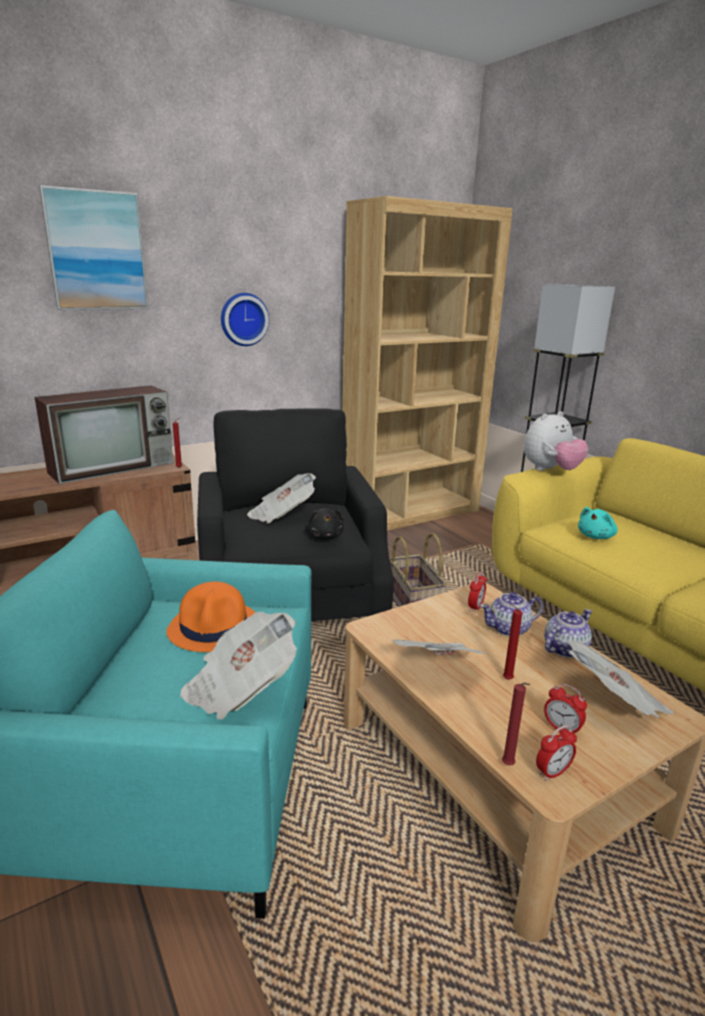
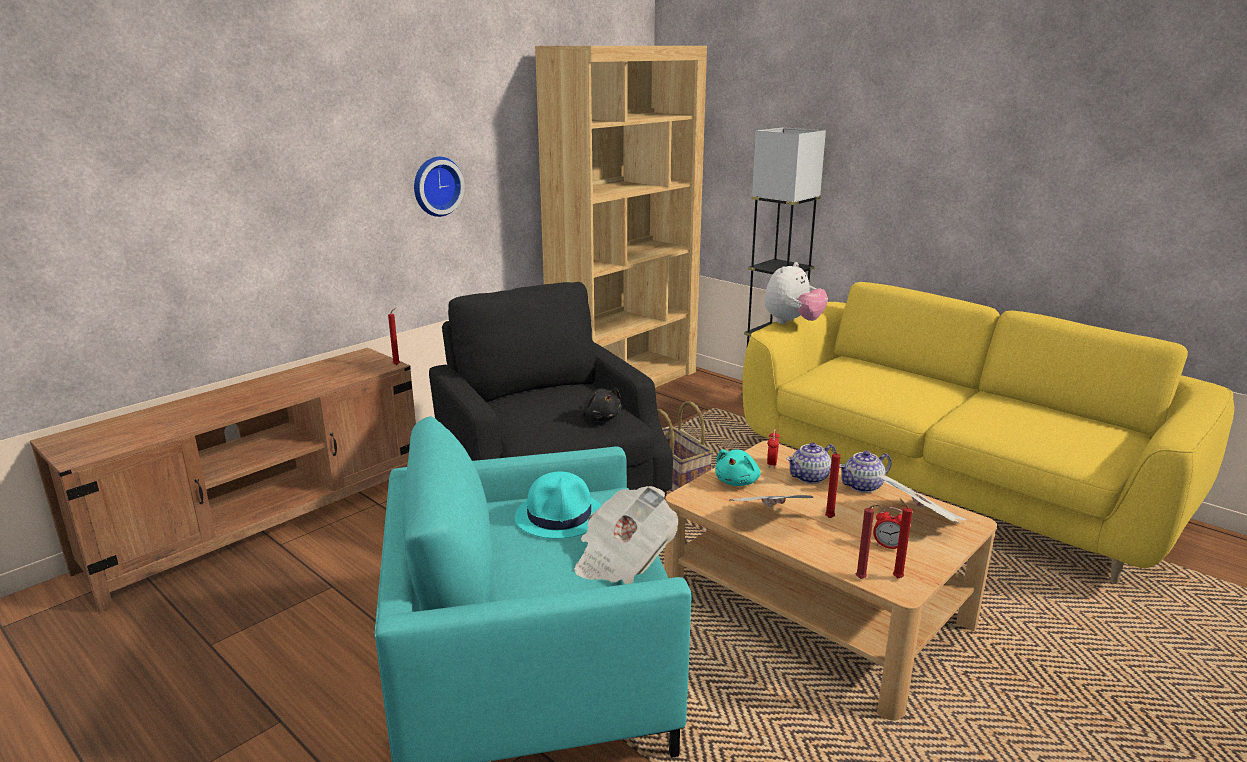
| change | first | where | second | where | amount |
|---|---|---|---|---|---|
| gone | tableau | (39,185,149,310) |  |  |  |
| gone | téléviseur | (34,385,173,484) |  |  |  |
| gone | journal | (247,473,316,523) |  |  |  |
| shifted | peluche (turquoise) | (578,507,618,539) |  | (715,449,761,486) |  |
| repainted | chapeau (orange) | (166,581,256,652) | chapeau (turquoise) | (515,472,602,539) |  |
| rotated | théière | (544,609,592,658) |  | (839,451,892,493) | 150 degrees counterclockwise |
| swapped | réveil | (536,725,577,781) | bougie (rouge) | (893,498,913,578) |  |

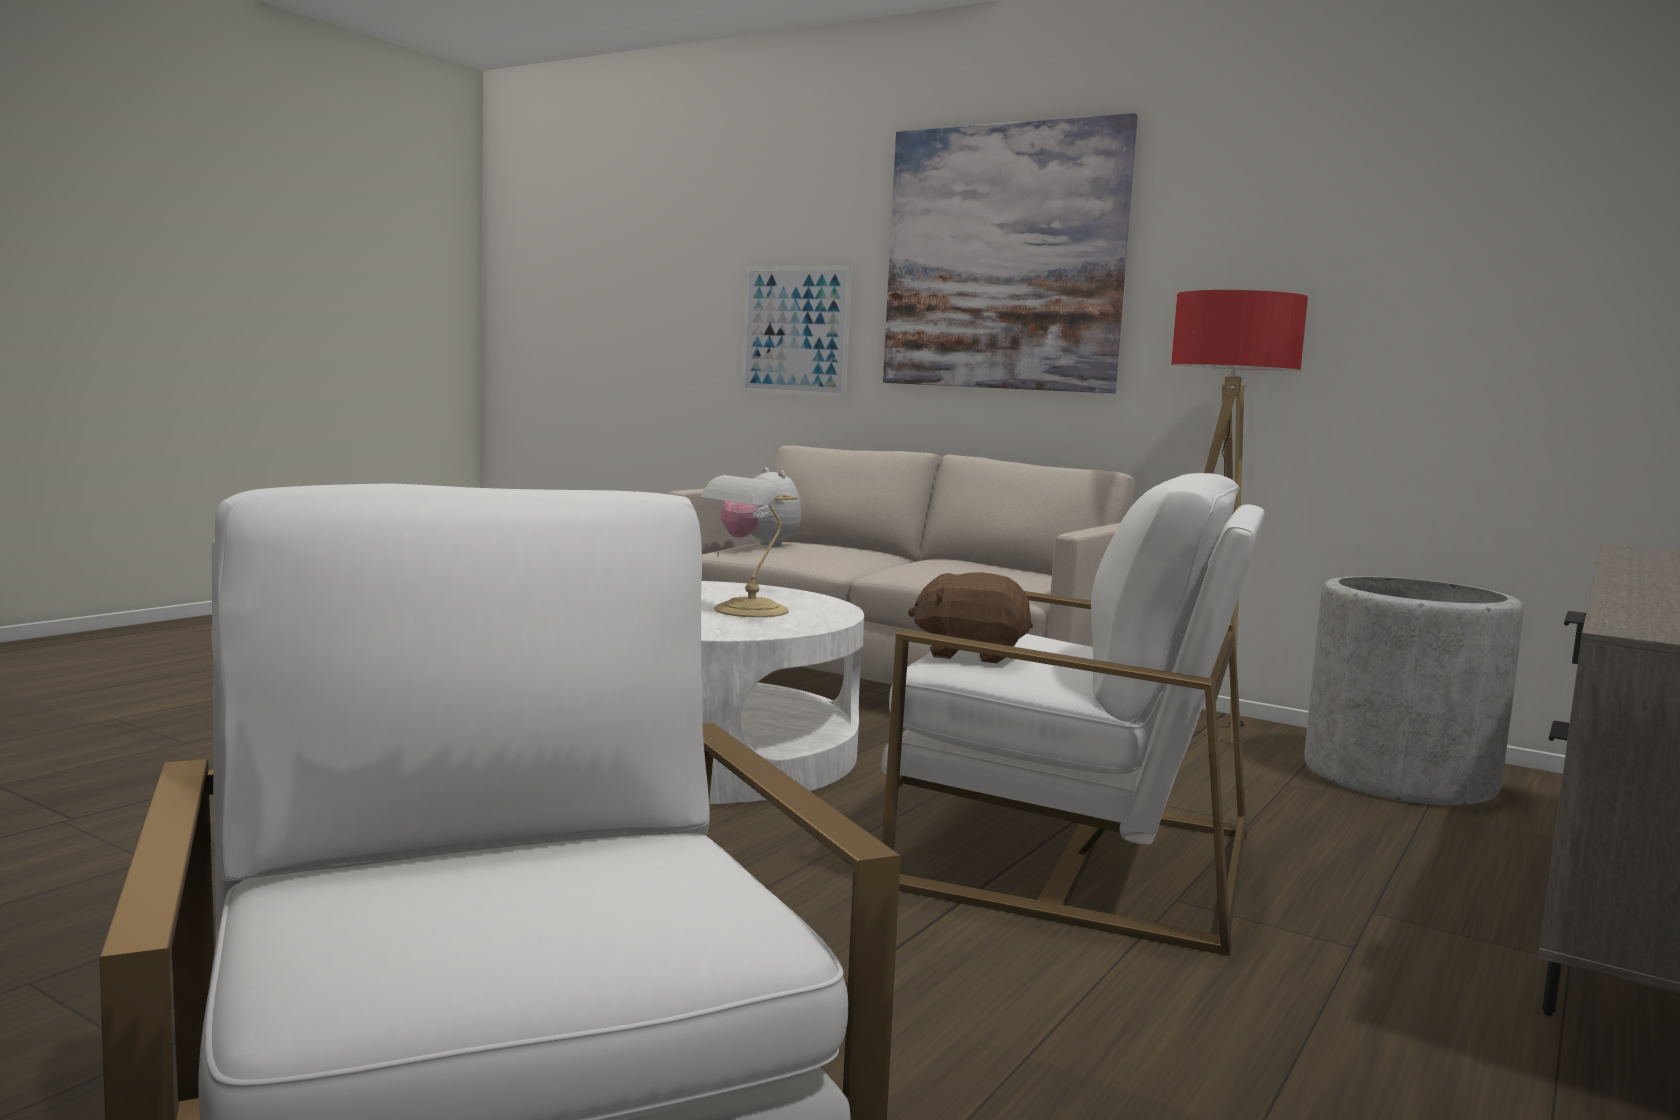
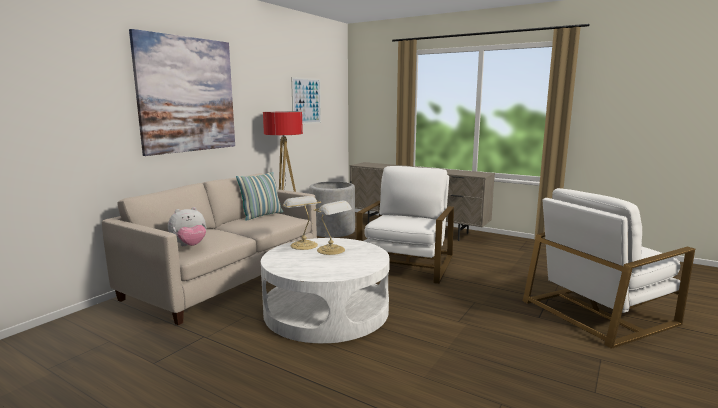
| change | first | where | second | where | amount |
|---|---|---|---|---|---|
| shifted | tableau | (741,266,852,398) |  | (291,77,321,124) |  |
| gone | peluche (marron) | (908,572,1033,664) |  |  |  |
| new |  |  | coussin | (236,172,283,221) |  |
| new |  |  | lampe de table | (283,196,321,250) |  |

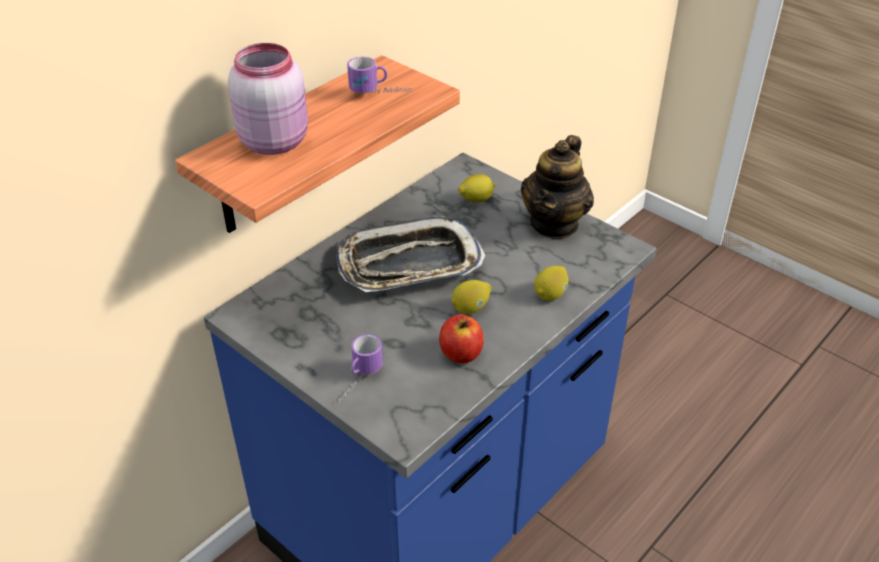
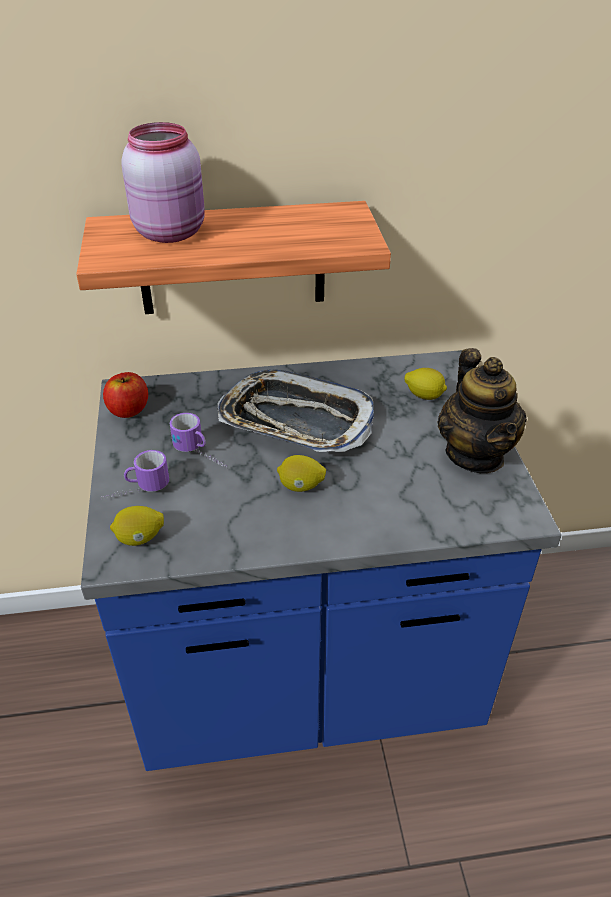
| change | first | where | second | where | amount |
|---|---|---|---|---|---|
| shifted | mug | (347,57,412,94) |  | (170,413,227,469) |  |
| rotated | théière | (521,135,594,239) |  | (438,348,527,473) | 75 degrees counterclockwise |
| shifted | citron | (534,266,568,301) |  | (110,506,164,546) |  |
| shifted | pomme | (439,314,484,363) |  | (103,372,148,418) |  |

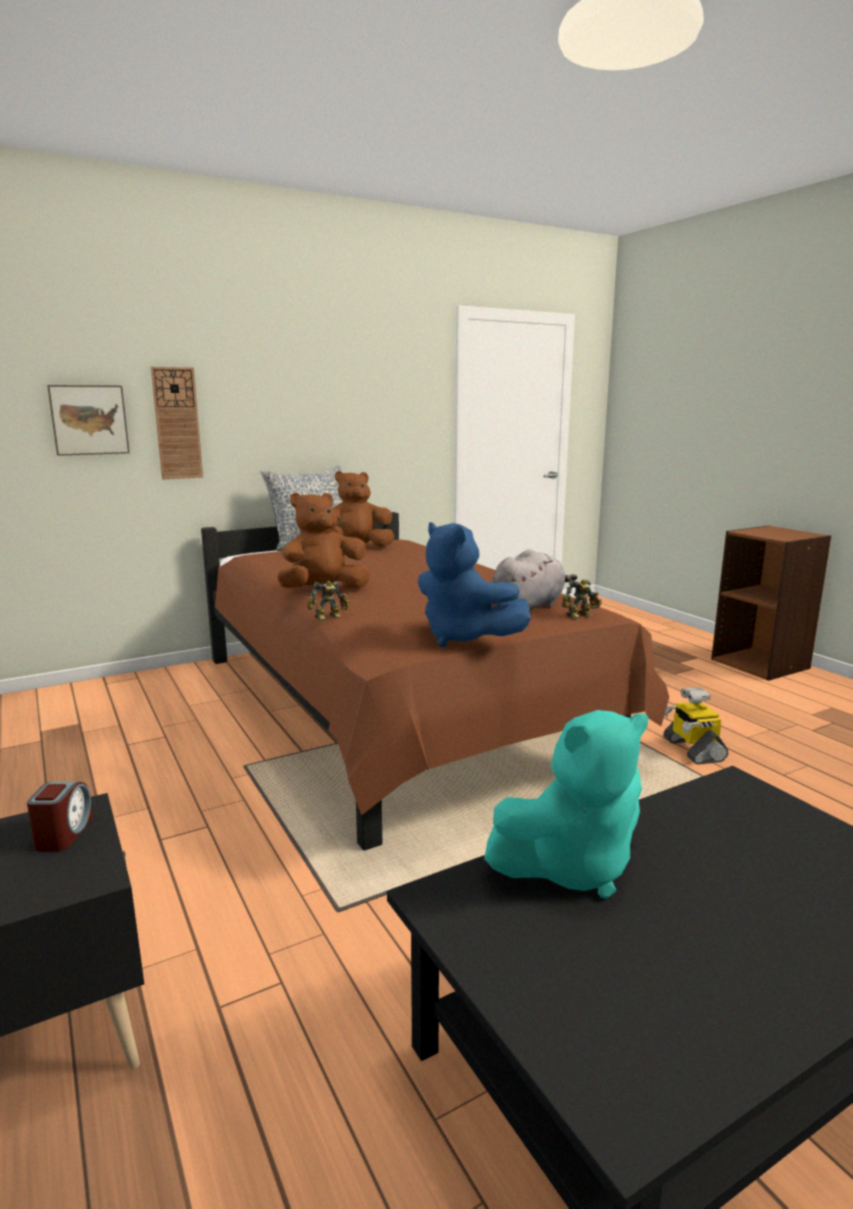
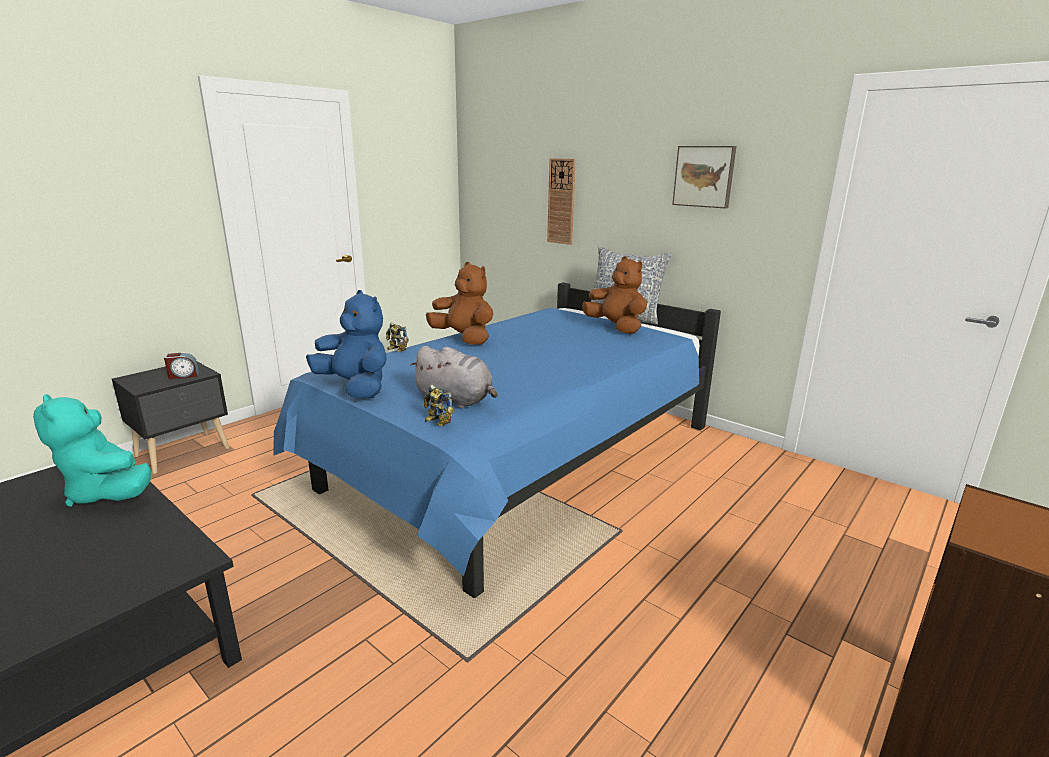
| change | first | where | second | where | amount |
|---|---|---|---|---|---|
| shifted | tableau | (47,385,130,456) |  | (672,146,736,208) |  |
| repainted | lit (marron) | (201,512,669,850) | lit (bleu) | (273,283,721,598) |  |
| rotated | peluche (bleu) | (418,522,531,647) |  | (306,290,387,398) | 105 degrees clockwise |
| gone | robot jouet | (663,688,728,765) |  |  |  |

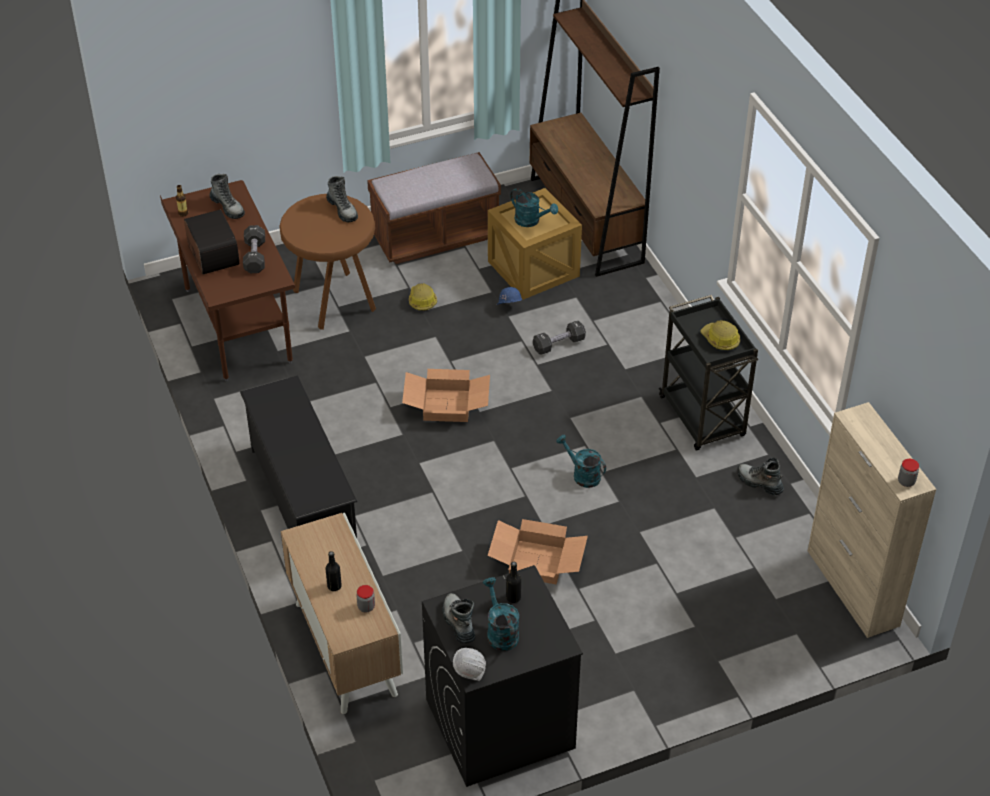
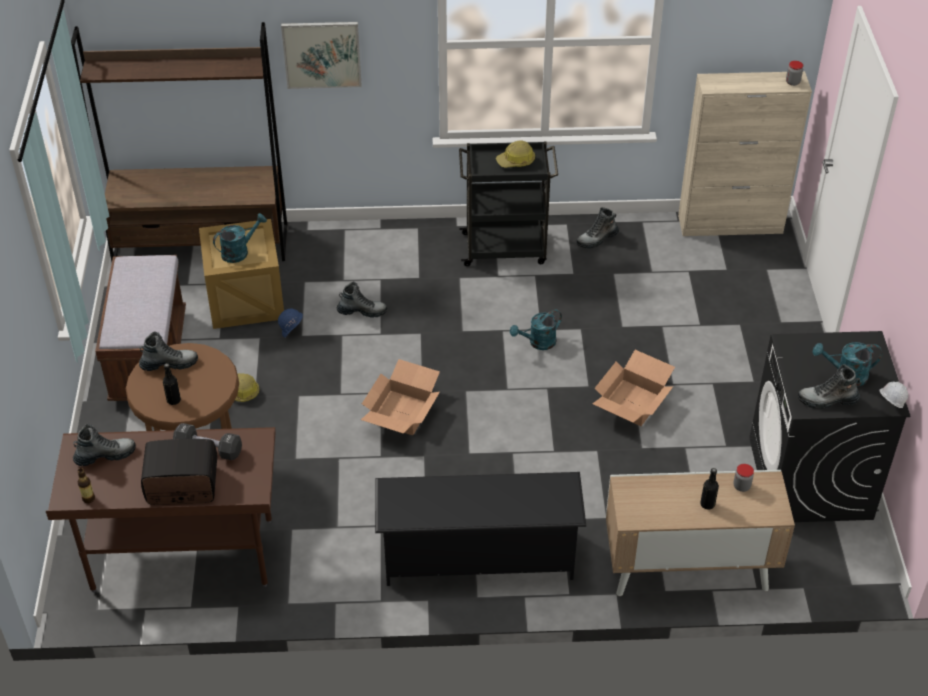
| change | first | where | second | where | amount |
|---|---|---|---|---|---|
| swapped | haltère (noir) | (533,321,586,355) | botte | (337,282,387,317) |  |
| shifted | bouteille (noir) | (506,562,521,603) |  | (163,363,181,405) |  |
| new |  |  | tableau | (281,22,361,89) |  |

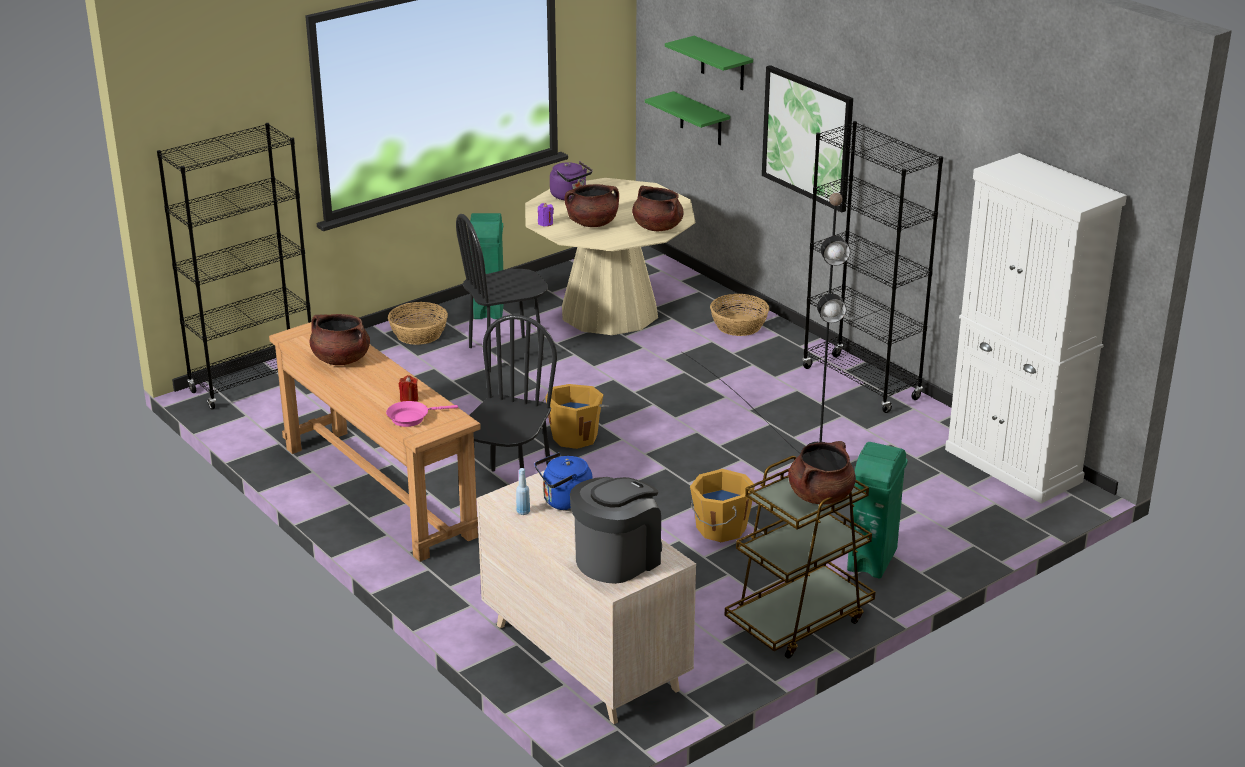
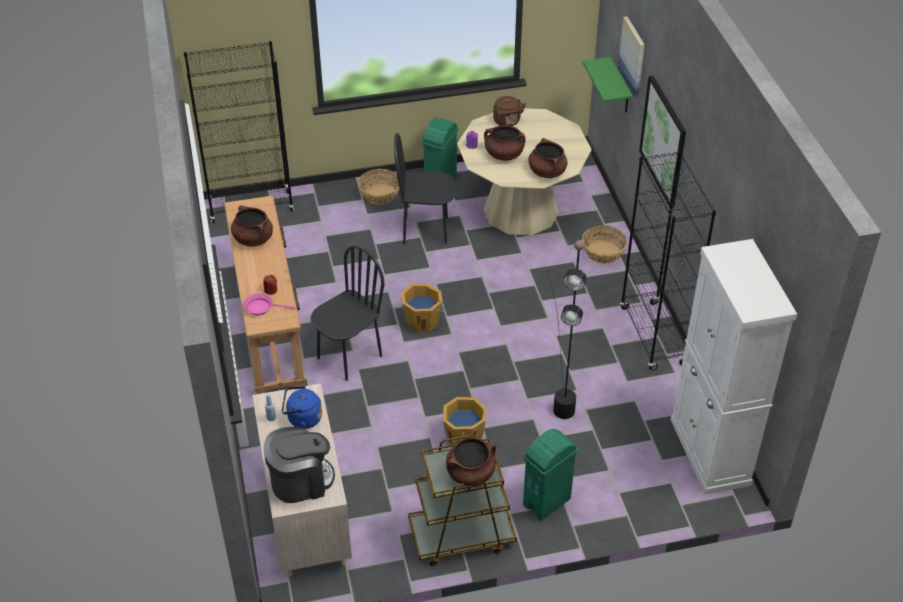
| change | first | where | second | where | amount |
|---|---|---|---|---|---|
| swapped | étagère (vert) | (665,36,753,90) | tableau | (618,16,645,97) |  |
| repainted | bouilloire (violet) | (550,161,592,200) | bouilloire (marron) | (493,96,526,126) |  |

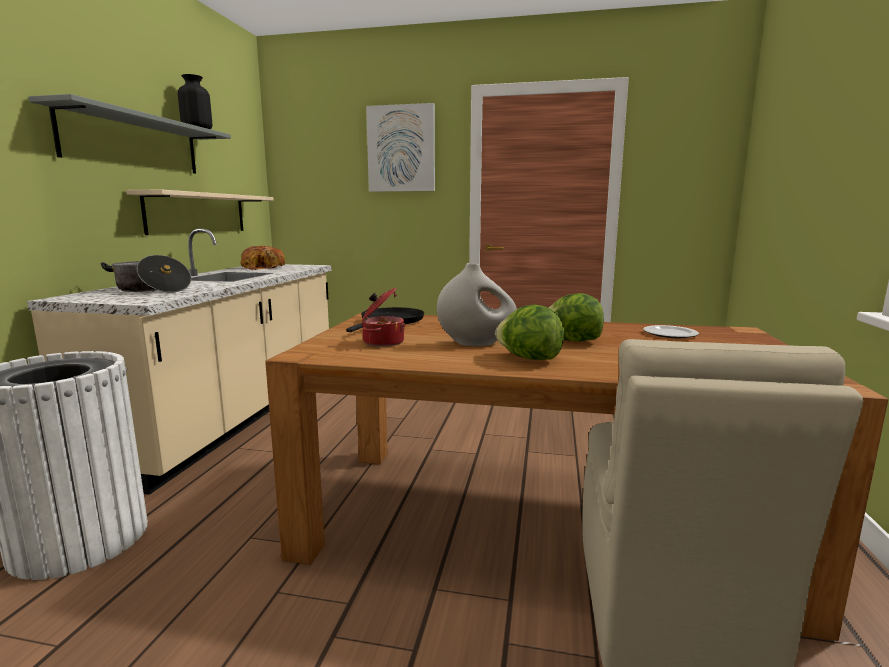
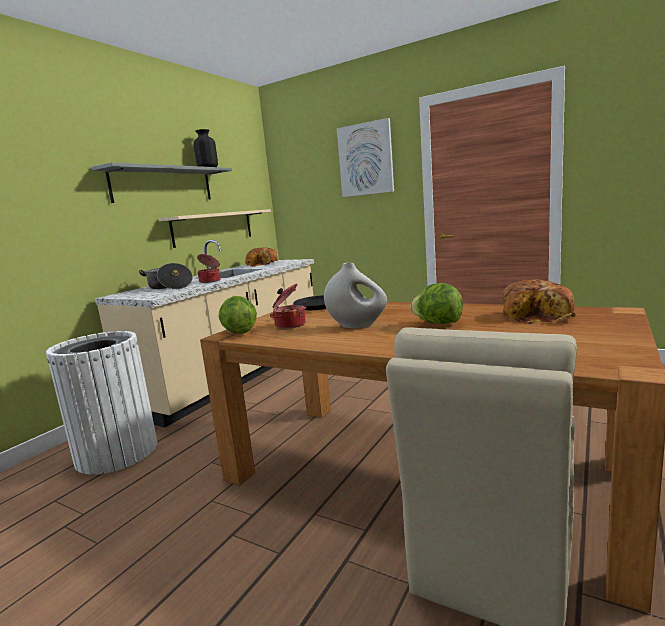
| change | first | where | second | where | amount |
|---|---|---|---|---|---|
| shifted | laitue | (495,305,564,360) |  | (219,296,257,334) |  |
| swapped | assiette | (643,325,699,338) | pain | (503,280,575,324) |  |
| new |  |  | marmite | (197,254,220,283) |  |

